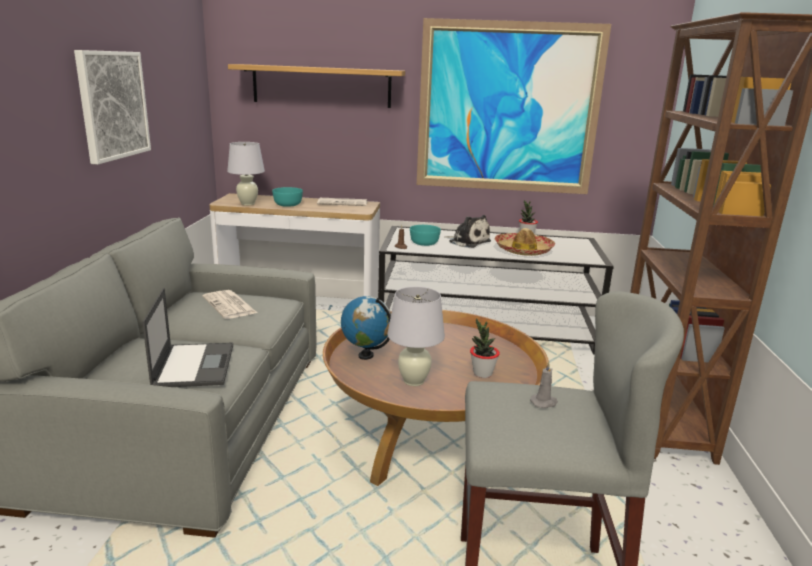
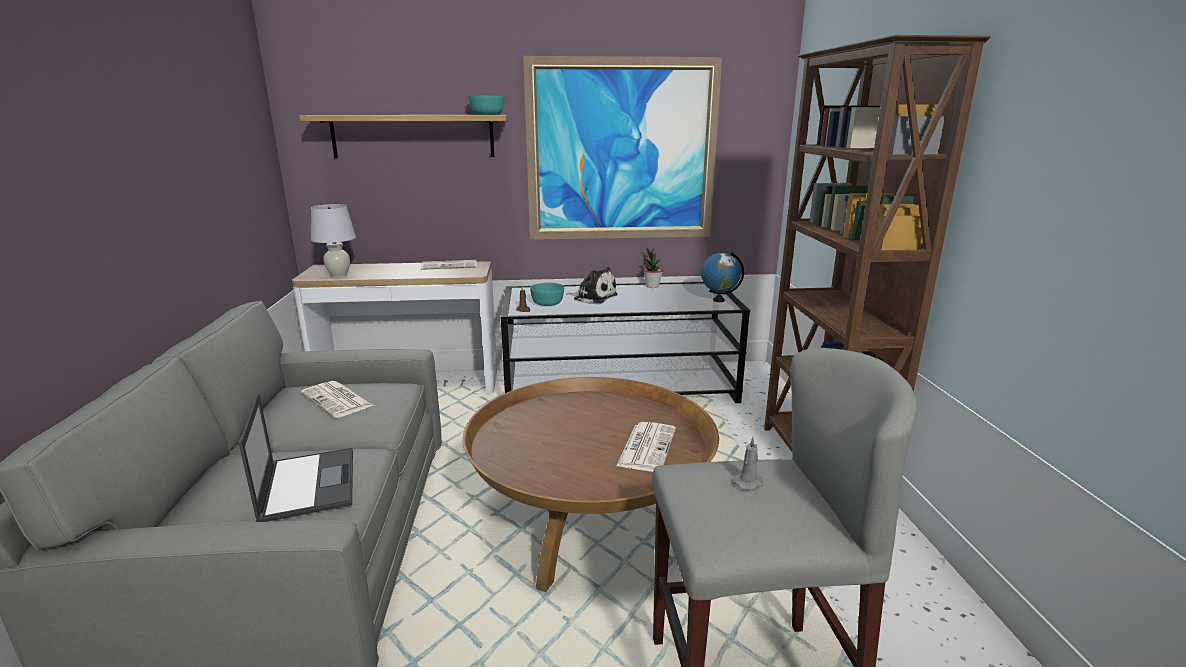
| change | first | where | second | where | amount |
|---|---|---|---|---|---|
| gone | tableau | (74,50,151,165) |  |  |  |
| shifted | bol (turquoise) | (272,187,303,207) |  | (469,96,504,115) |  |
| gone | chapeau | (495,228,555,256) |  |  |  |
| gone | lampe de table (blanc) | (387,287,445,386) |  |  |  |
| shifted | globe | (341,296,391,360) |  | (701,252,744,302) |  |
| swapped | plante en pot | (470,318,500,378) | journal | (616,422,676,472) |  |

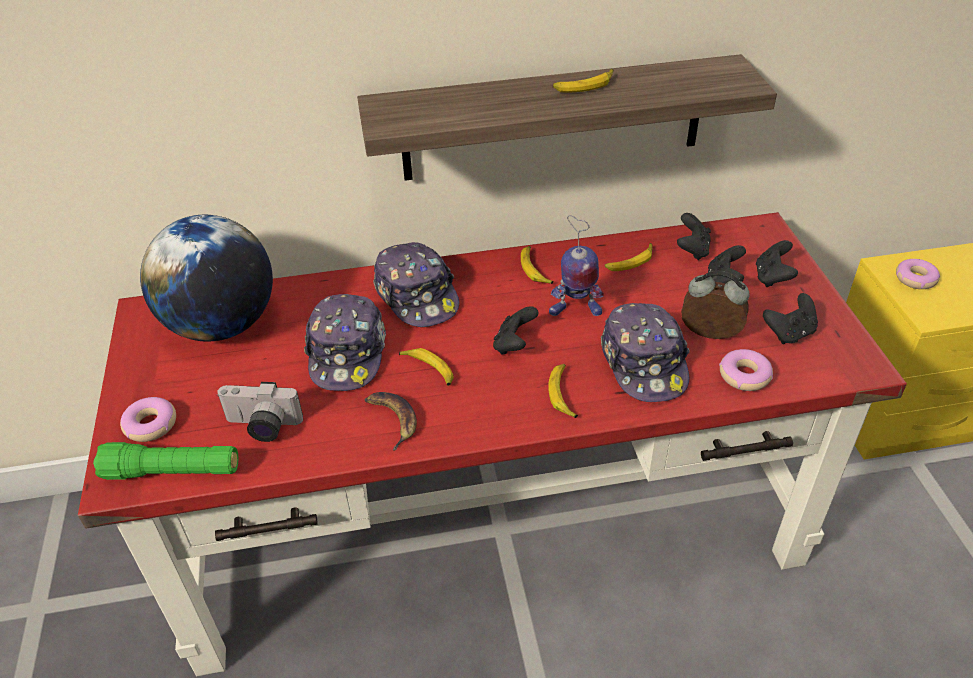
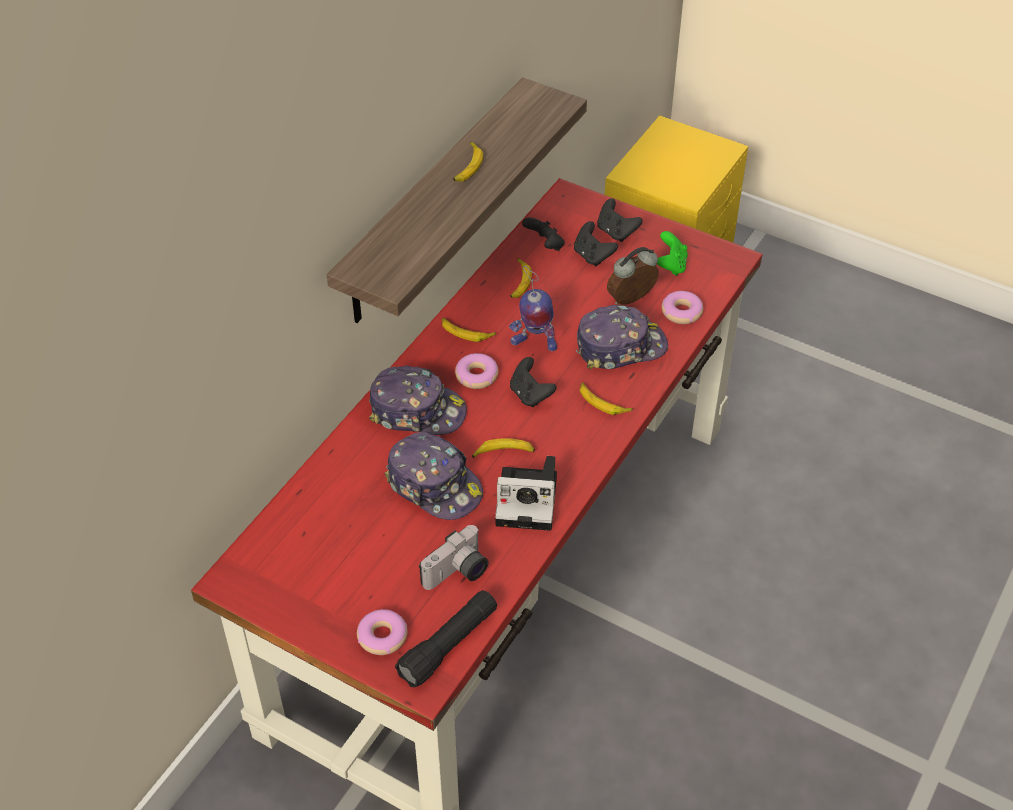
| change | first | where | second | where | amount |
|---|---|---|---|---|---|
| gone | globe | (140,215,273,342) |  |  |  |
| rotated | robot jouet | (549,215,604,316) |  | (509,266,557,351) | 60 degrees clockwise |
| shifted | beignet | (896,259,940,289) |  | (455,353,498,389) |  |
| repainted | manette (noir) | (763,293,818,344) | manette (vert) | (657,231,688,276) |  |
| rotated | casquette | (601,303,690,402) |  | (576,305,668,369) | 45 degrees counterclockwise |
| swapped | banane | (365,392,417,451) | appareil photo | (495,456,557,531) |  |
| repainted | lampe de poche (vert) | (93,442,238,480) | lampe de poche (noir) | (395,590,497,687) |  |

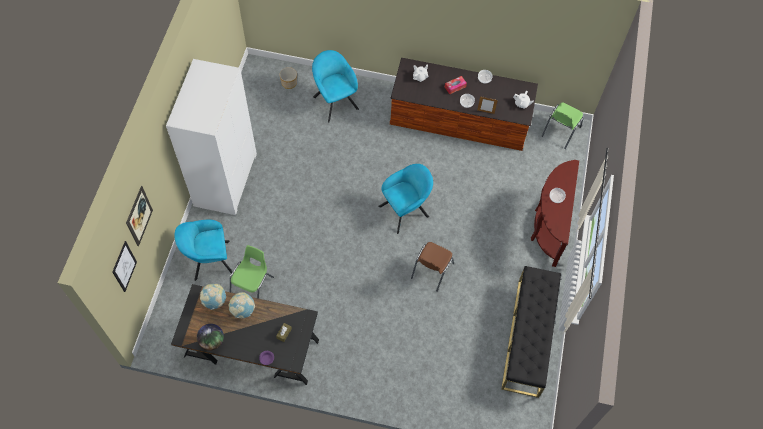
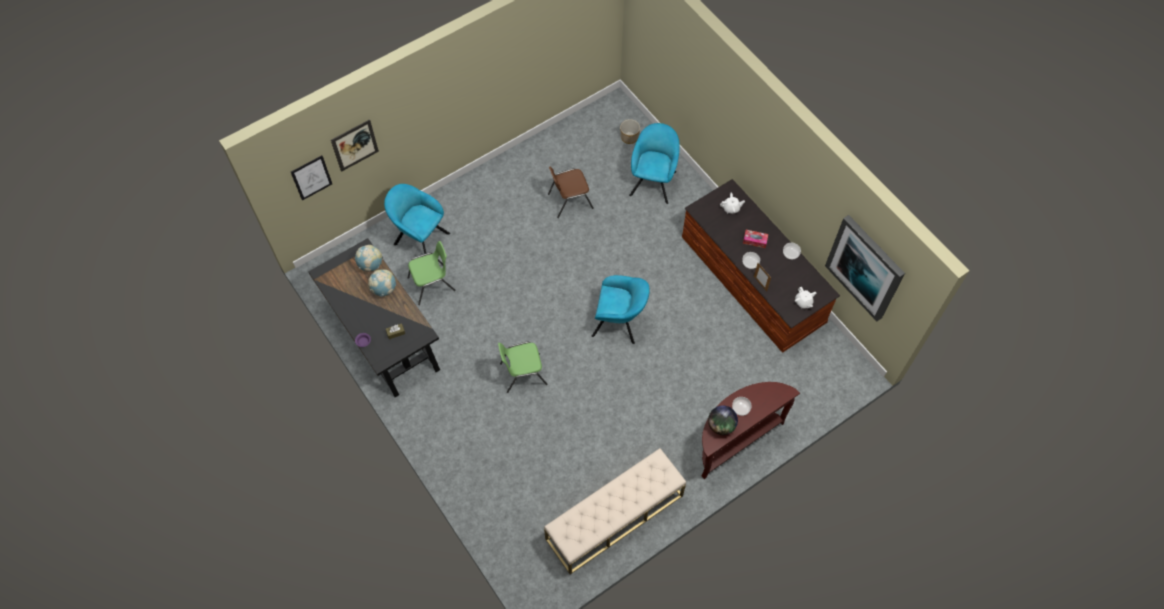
| change | first | where | second | where | amount |
|---|---|---|---|---|---|
| gone | armoire (blanc) | (166,59,257,215) |  |  |  |
| shifted | chaise (vert) | (542,102,584,149) |  | (498,342,548,393) |  |
| shifted | chaise (marron) | (411,242,454,292) |  | (548,166,594,218) |  |
| repainted | banc (noir) | (501,266,561,398) | banc (beige) | (544,448,686,574) |  |
| shifted | globe | (197,324,224,351) |  | (708,405,738,435) |  |
| new |  |  | tableau | (825,215,905,322) |  |

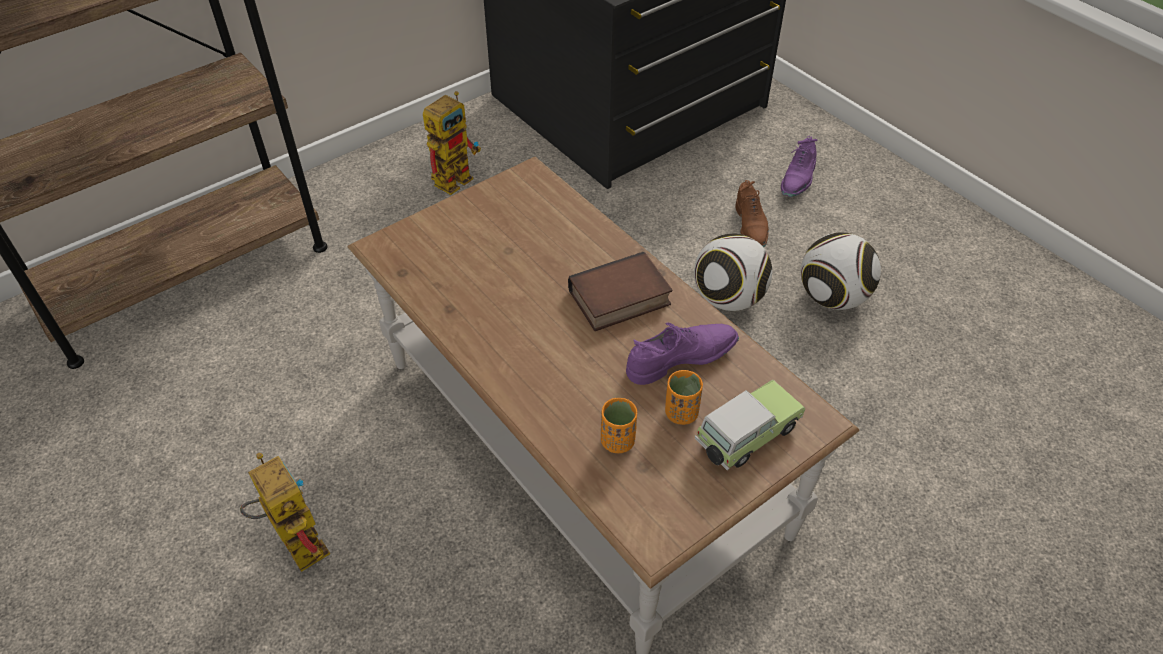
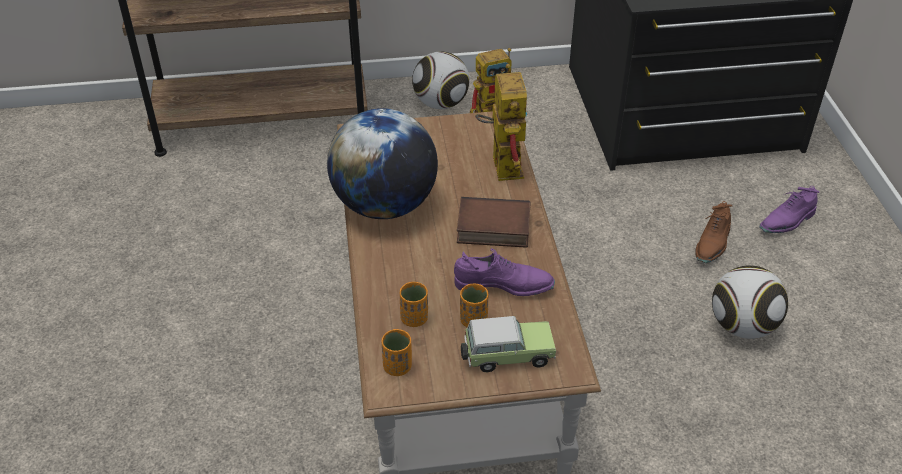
| change | first | where | second | where | amount |
|---|---|---|---|---|---|
| shifted | ballon de foot | (694,234,772,311) |  | (412,51,470,109) |  |
| shifted | robot jouet | (240,453,330,572) |  | (475,64,528,181) |  |
| new |  |  | globe | (327,108,438,219) |  |
| new |  |  | tasse (orange) | (382,329,412,376) |  |

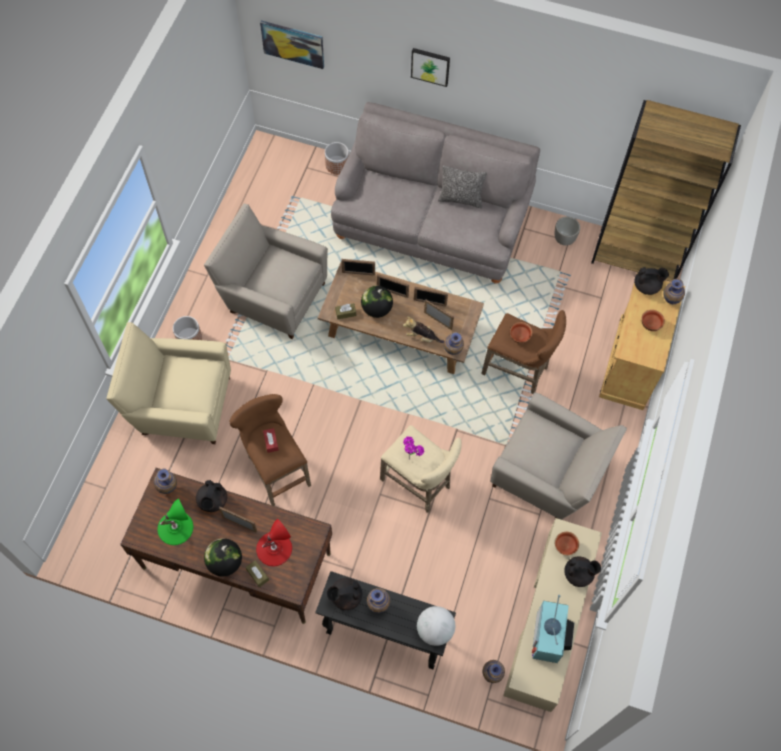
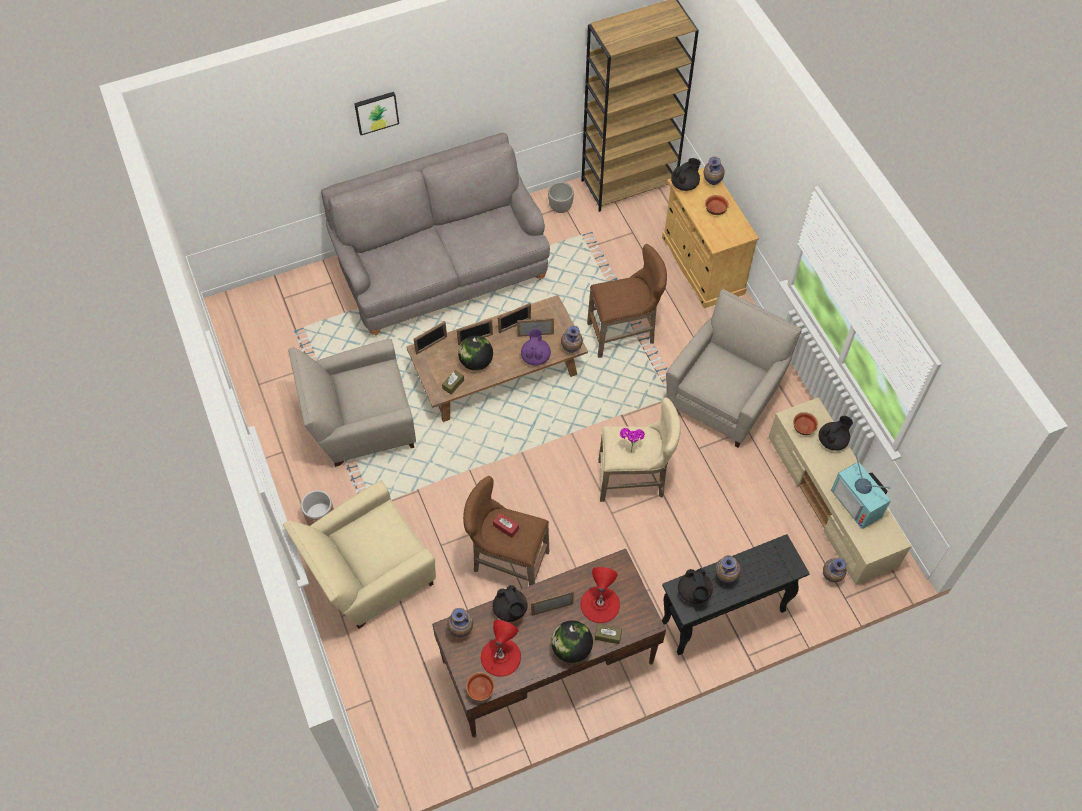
| change | first | where | second | where | amount |
|---|---|---|---|---|---|
| gone | tableau | (260,20,324,69) |  |  |  |
| gone | cache-pot | (325,142,349,174) |  |  |  |
| gone | coussin | (438,165,487,208) |  |  |  |
| swapped | peluche | (403,316,444,343) | théière (violet) | (521,329,551,366) |  |
| shifted | bol | (510,322,532,344) |  | (466,672,495,701) |  |
| rotated | fauteuil (beige) | (490,392,627,520) |  | (666,289,802,448) | 45 degrees counterclockwise |
| repainted | lampe de table (vert) | (158,498,193,545) | lampe de table (rouge) | (481,620,521,677) |  |
| rotated | théière (noir) | (327,578,362,610) |  | (678,568,713,604) | 45 degrees counterclockwise |
| gone | globe | (417,606,455,646) |  |  |  |

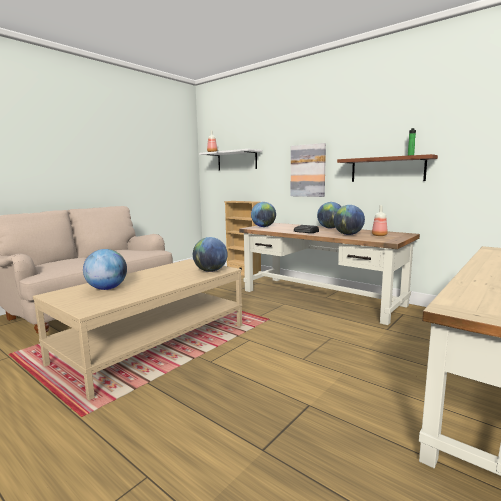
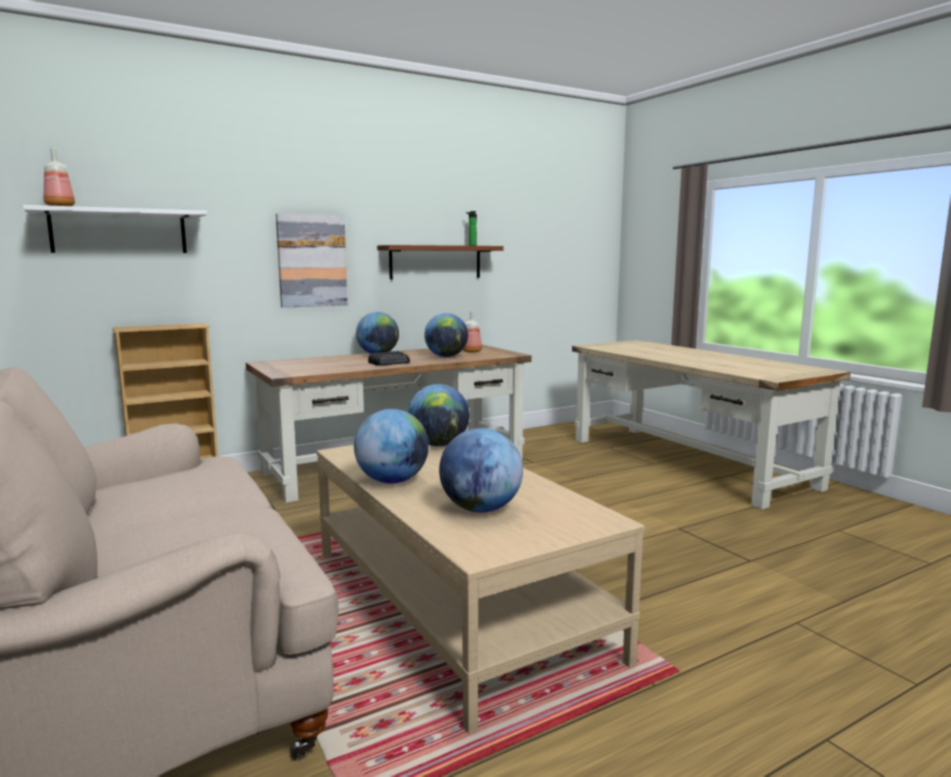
| change | first | where | second | where | amount |
|---|---|---|---|---|---|
| shifted | globe | (251,202,276,227) |  | (354,409,429,483) |  |

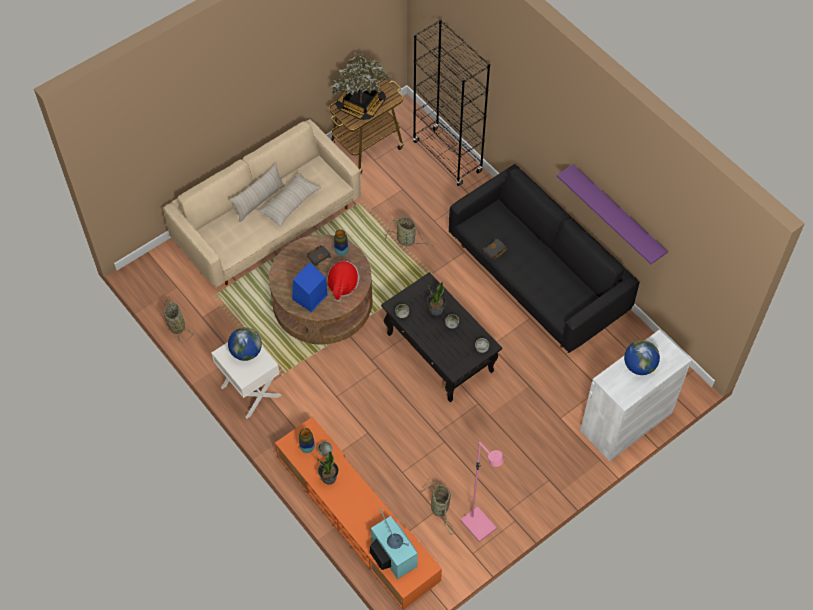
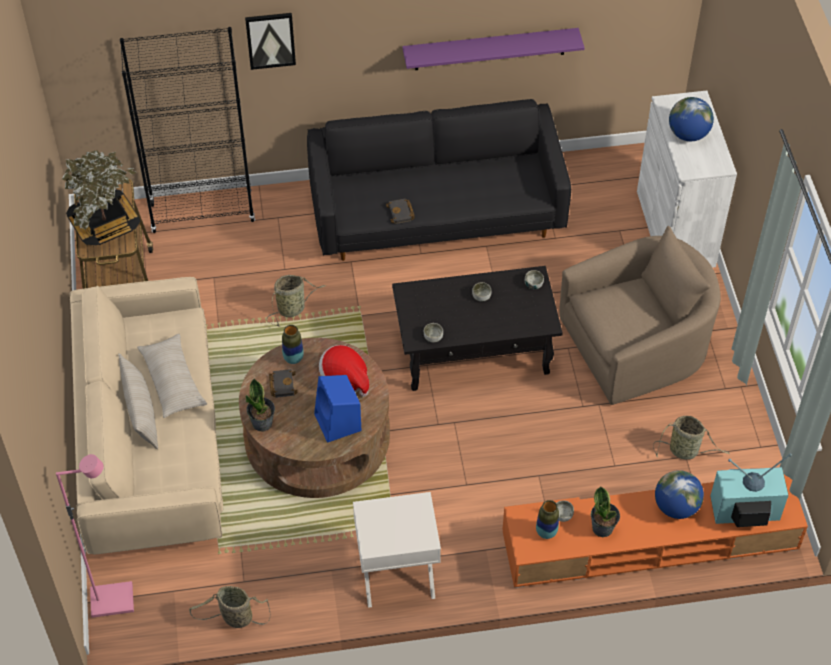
| change | first | where | second | where | amount |
|---|---|---|---|---|---|
| shifted | plante en pot | (427,282,446,316) |  | (246,378,275,431) |  |
| shifted | globe | (228,327,262,361) |  | (655,470,704,519) |  |
| shifted | lampadaire (rose) | (460,442,504,542) |  | (56,454,134,617) |  |
| new |  |  | tableau | (245,13,296,70) |  |
| new |  |  | fauteuil (beige) | (559,226,721,405) |  |

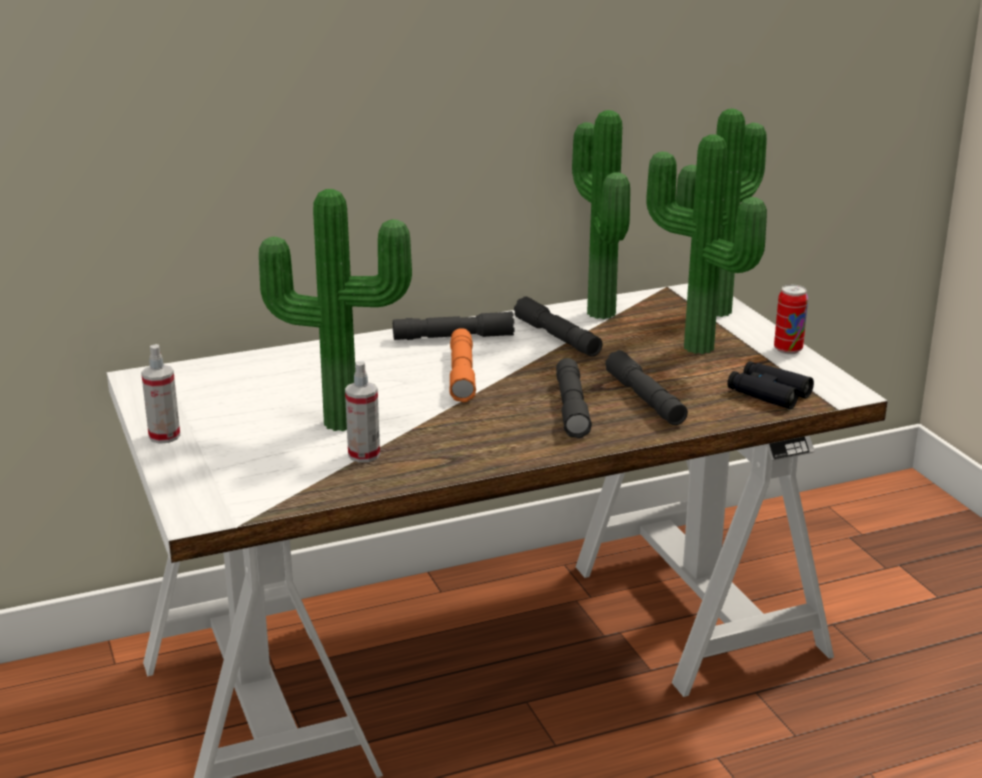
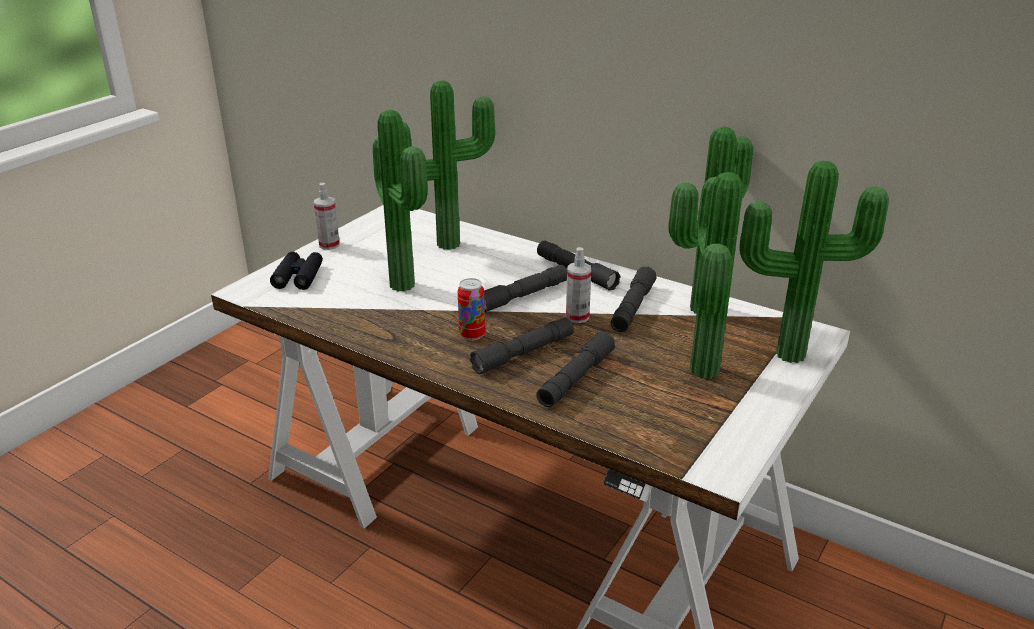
| change | first | where | second | where | amount |
|---|---|---|---|---|---|
| shifted | boîte métallique | (774,285,808,354) |  | (458,278,485,341) |  |
| repainted | lampe de poche (orange) | (449,328,476,403) | lampe de poche (gris) | (484,265,567,312) |  |
| shifted | vaporisateur | (345,361,380,462) |  | (566,247,591,323) |  |
| shifted | jumelles (noir) | (727,361,814,409) |  | (270,251,323,290) |  |
| new |  |  | plante en pot | (403,80,495,250) |  |

